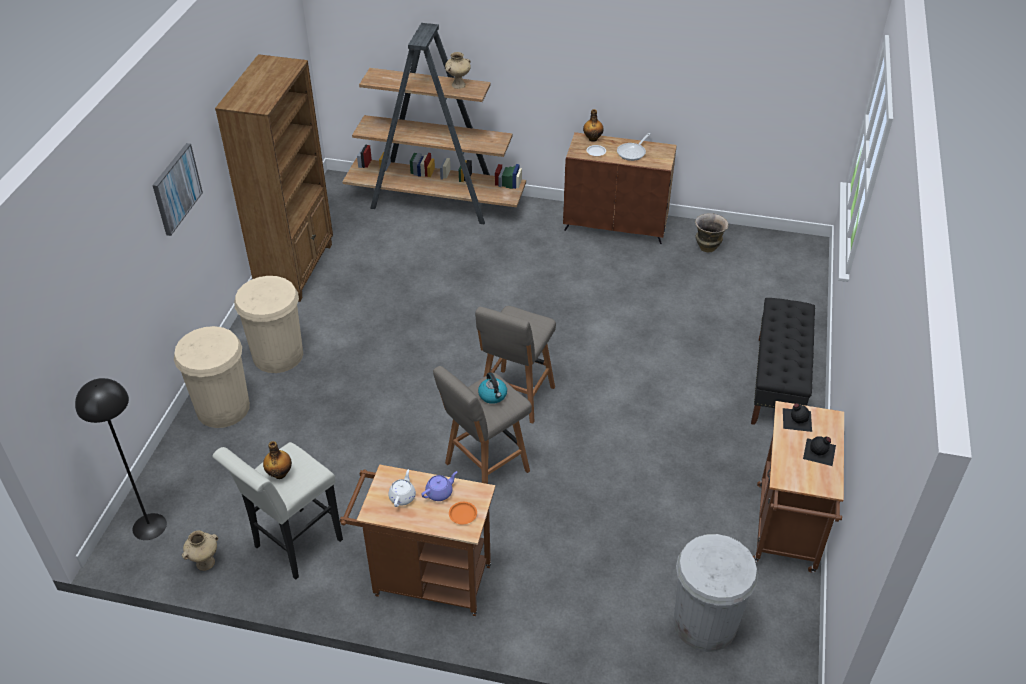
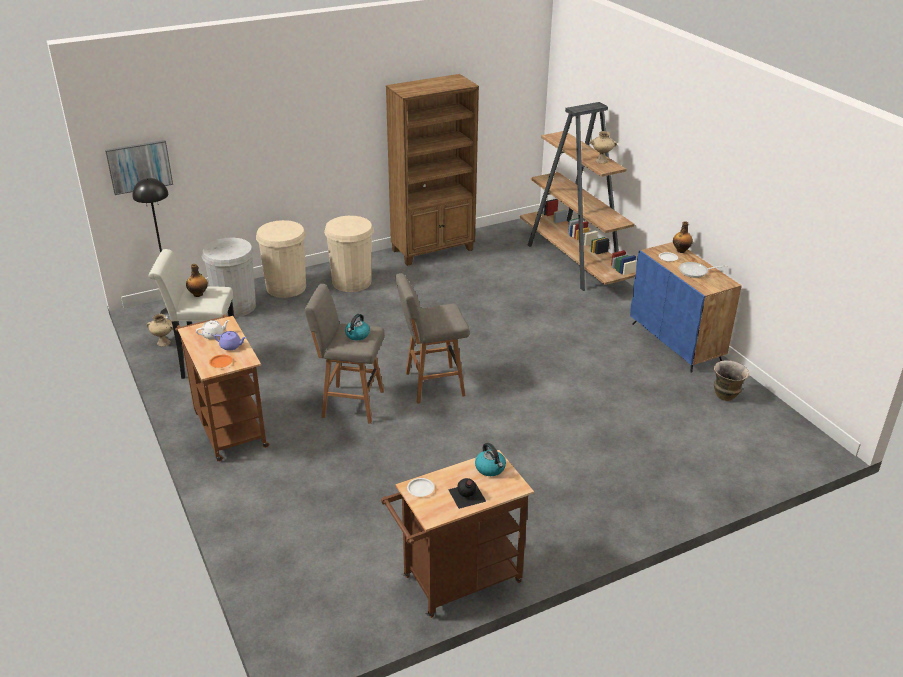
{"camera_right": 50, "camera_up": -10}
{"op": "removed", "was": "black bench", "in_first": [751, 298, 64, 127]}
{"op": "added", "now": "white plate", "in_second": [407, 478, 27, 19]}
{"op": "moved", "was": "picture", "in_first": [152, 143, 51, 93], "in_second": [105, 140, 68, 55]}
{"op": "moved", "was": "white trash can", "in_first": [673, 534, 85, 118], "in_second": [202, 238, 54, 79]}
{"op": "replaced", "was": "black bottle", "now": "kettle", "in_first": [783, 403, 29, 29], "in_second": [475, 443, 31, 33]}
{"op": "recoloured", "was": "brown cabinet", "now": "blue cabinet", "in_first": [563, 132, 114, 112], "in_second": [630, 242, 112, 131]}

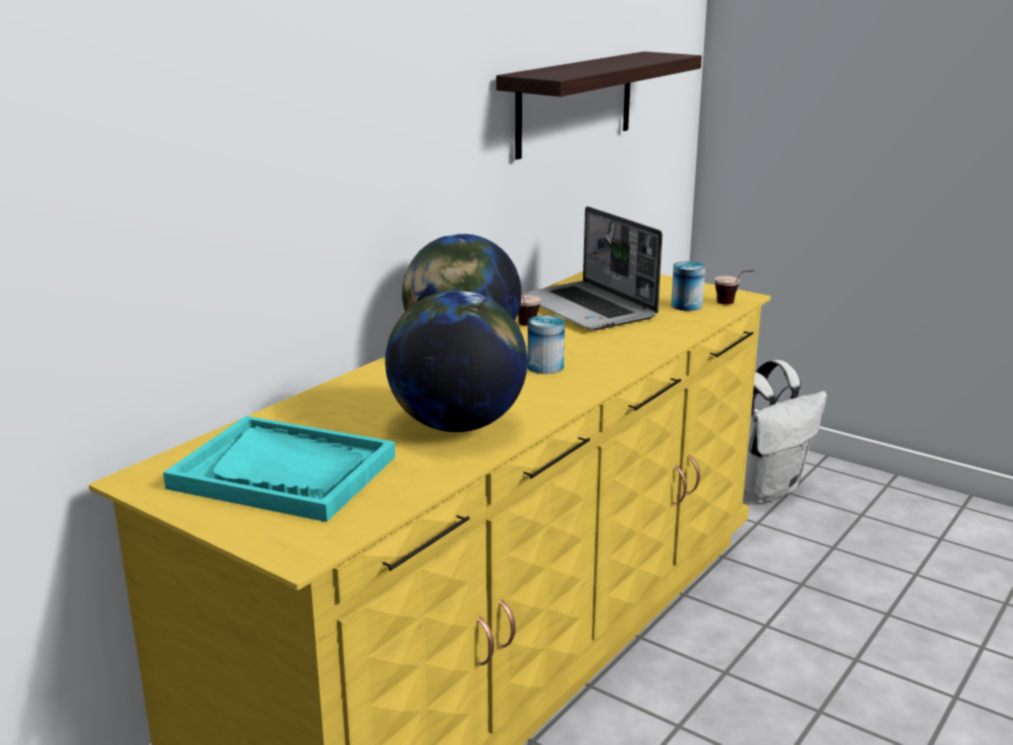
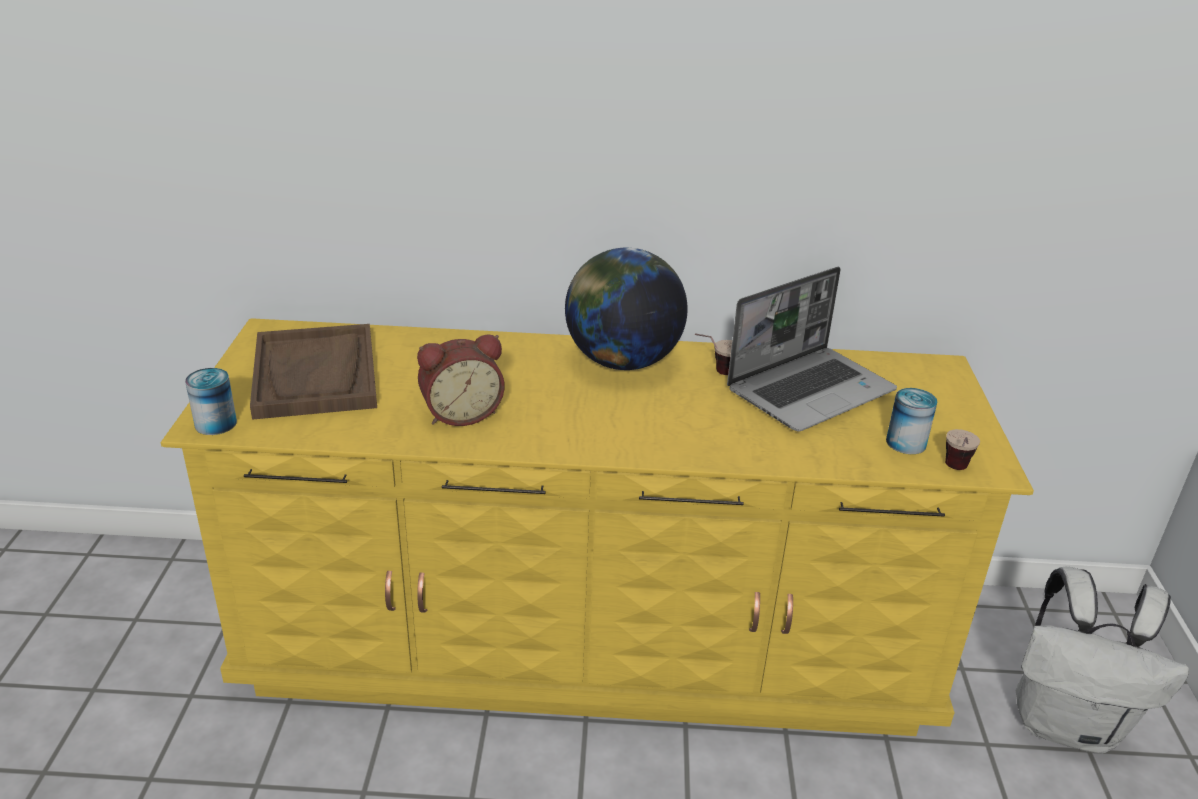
{"camera_right": 55, "camera_up": 10}
{"op": "removed", "was": "shelf", "in_first": [496, 51, 206, 109]}
{"op": "moved", "was": "can", "in_first": [527, 315, 38, 59], "in_second": [185, 368, 52, 67]}
{"op": "replaced", "was": "globe", "now": "alarm clock", "in_first": [385, 290, 143, 142], "in_second": [417, 334, 88, 92]}
{"op": "recoloured", "was": "turquoise tray", "now": "brown tray", "in_first": [163, 416, 232, 106], "in_second": [250, 324, 127, 96]}
{"op": "turned", "was": "laptop", "in_first": [523, 206, 139, 124], "in_second": [727, 267, 170, 164], "clockwise": -150}

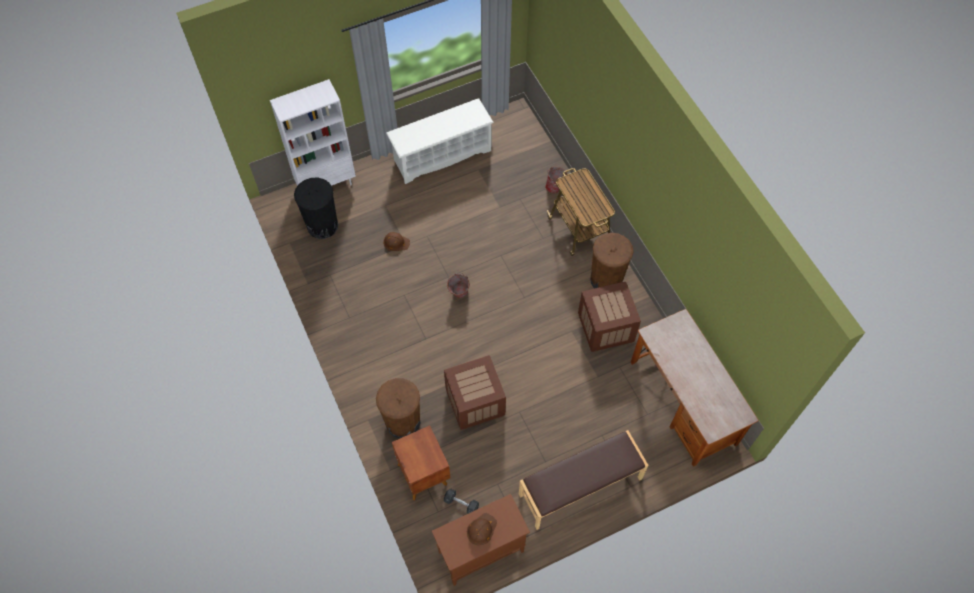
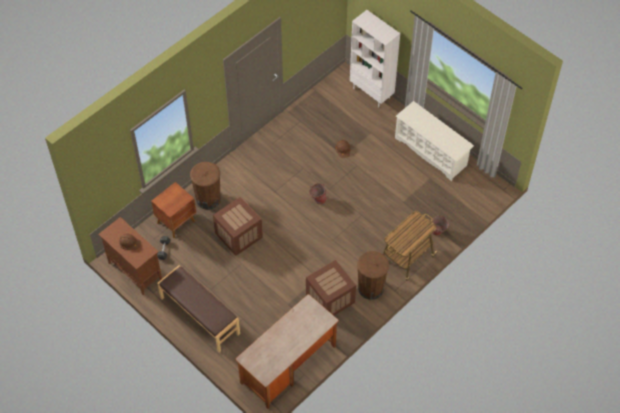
{"camera_right": 70, "camera_up": -5}
{"op": "removed", "was": "black trash can", "in_first": [294, 178, 44, 61]}

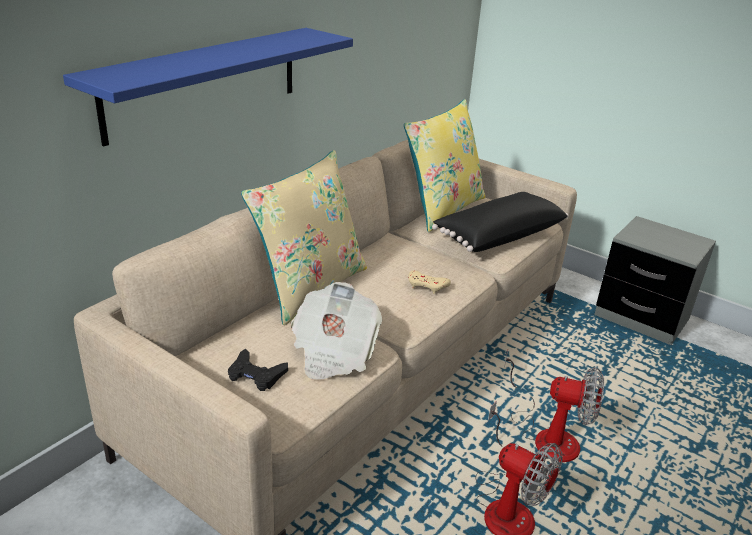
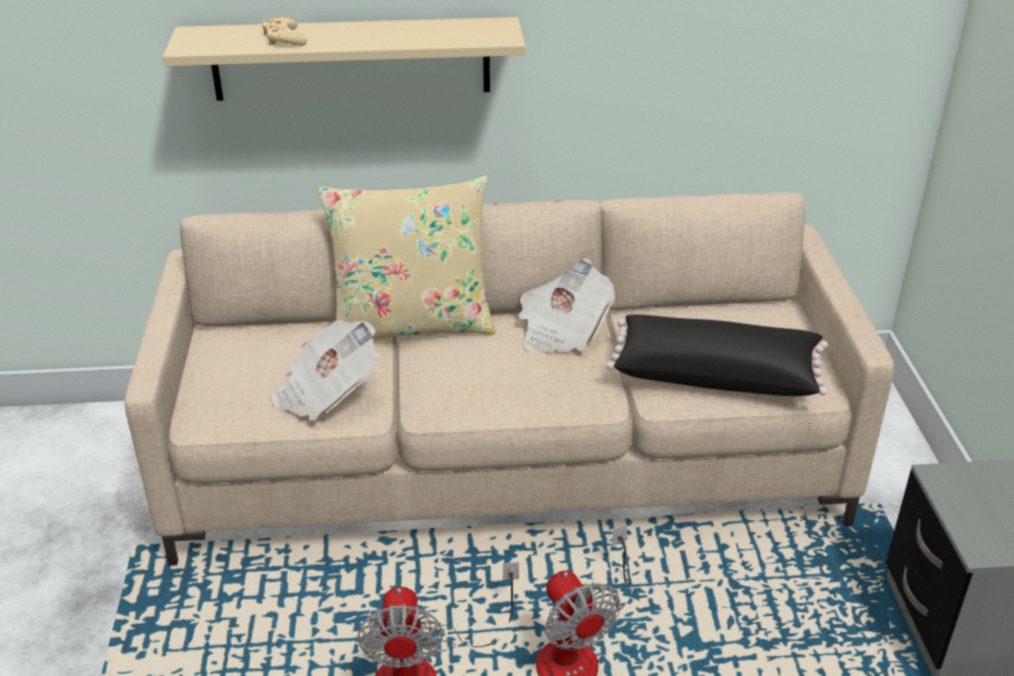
{"camera_right": 50, "camera_up": 5}
{"op": "removed", "was": "black game controller", "in_first": [228, 349, 60, 42]}
{"op": "removed", "was": "yellow pillow", "in_first": [404, 99, 81, 133]}
{"op": "added", "now": "newspaper", "in_second": [519, 258, 96, 95]}
{"op": "moved", "was": "beige game controller", "in_first": [408, 270, 43, 24], "in_second": [262, 17, 45, 29]}
{"op": "recoloured", "was": "blue shelf", "now": "beige shelf", "in_first": [63, 28, 290, 119], "in_second": [163, 17, 363, 84]}

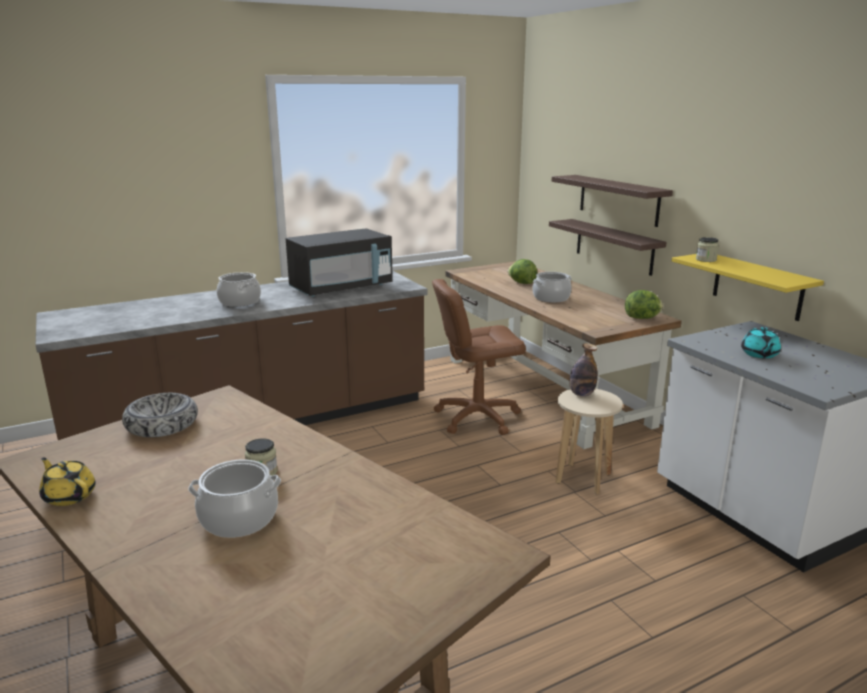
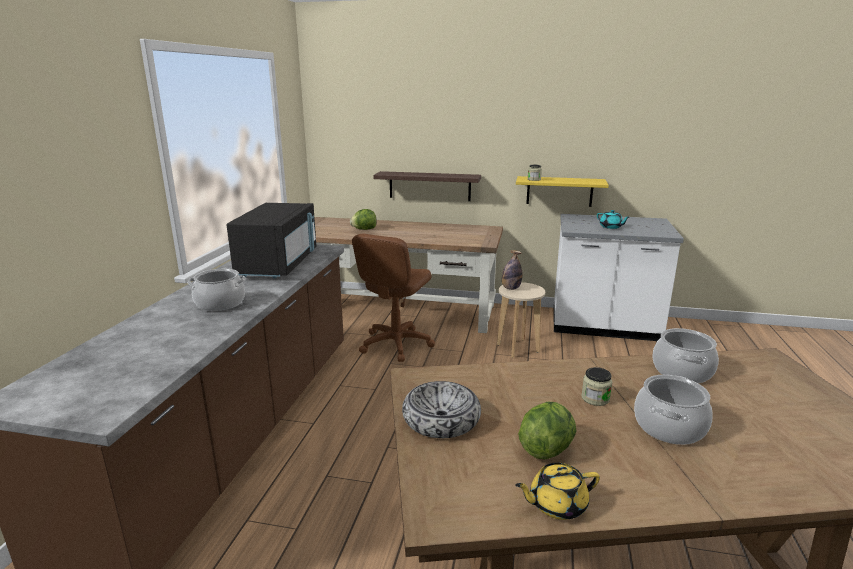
{"camera_right": -50, "camera_up": 0}
{"op": "removed", "was": "shelf", "in_first": [552, 175, 121, 52]}
{"op": "moved", "was": "cooking pot", "in_first": [533, 272, 39, 31], "in_second": [653, 328, 66, 55]}
{"op": "moved", "was": "lettuce", "in_first": [625, 290, 38, 29], "in_second": [518, 402, 59, 58]}

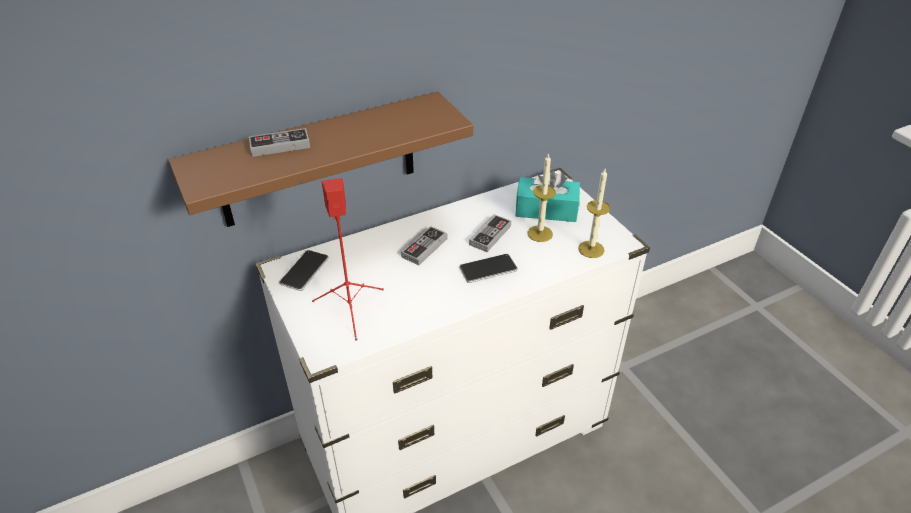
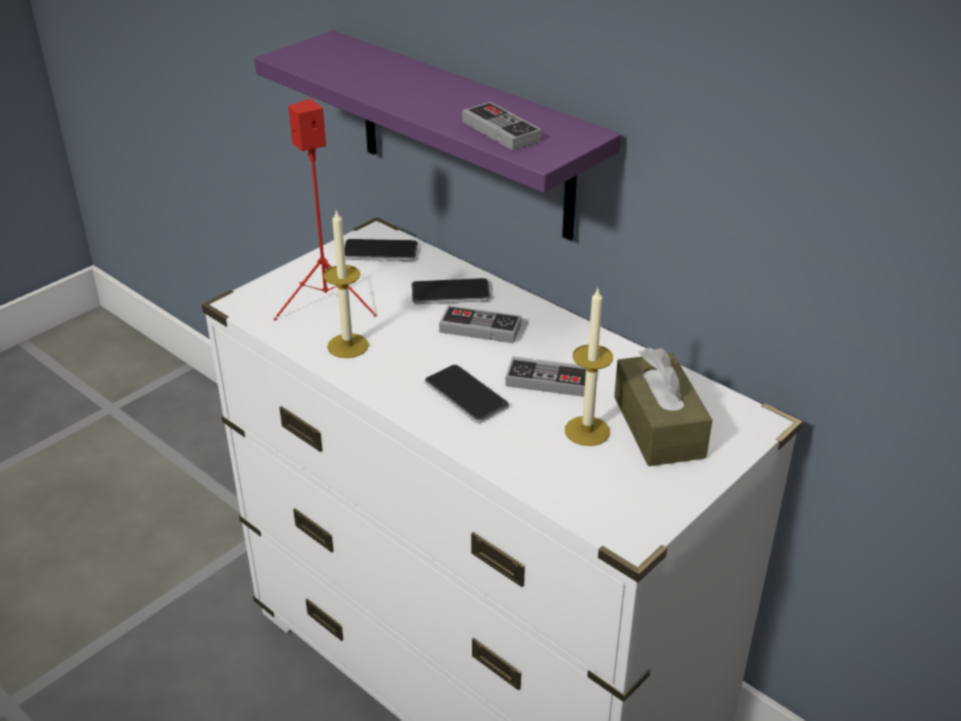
{"camera_right": 70, "camera_up": -5}
{"op": "added", "now": "phone", "in_second": [411, 278, 80, 26]}
{"op": "moved", "was": "game controller", "in_first": [249, 128, 61, 29], "in_second": [462, 102, 80, 49]}
{"op": "moved", "was": "candle", "in_first": [578, 169, 32, 89], "in_second": [323, 210, 46, 148]}
{"op": "recoloured", "was": "brown shelf", "now": "purple shelf", "in_first": [168, 92, 305, 135], "in_second": [254, 30, 367, 211]}
{"op": "recoloured", "was": "turquoise tissue box", "now": "brown tissue box", "in_first": [516, 168, 64, 54], "in_second": [614, 348, 98, 118]}

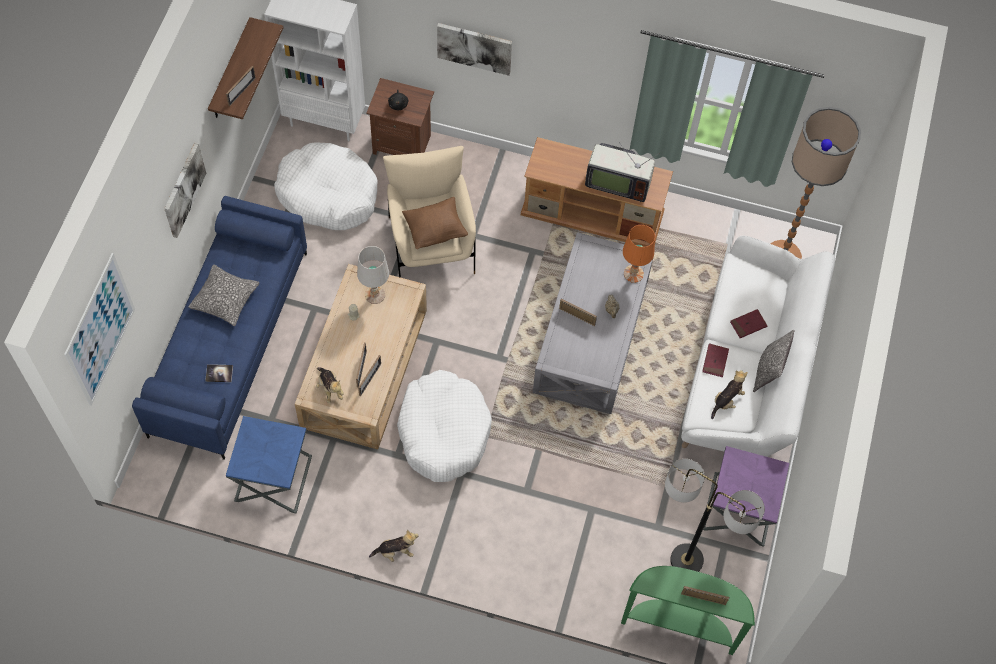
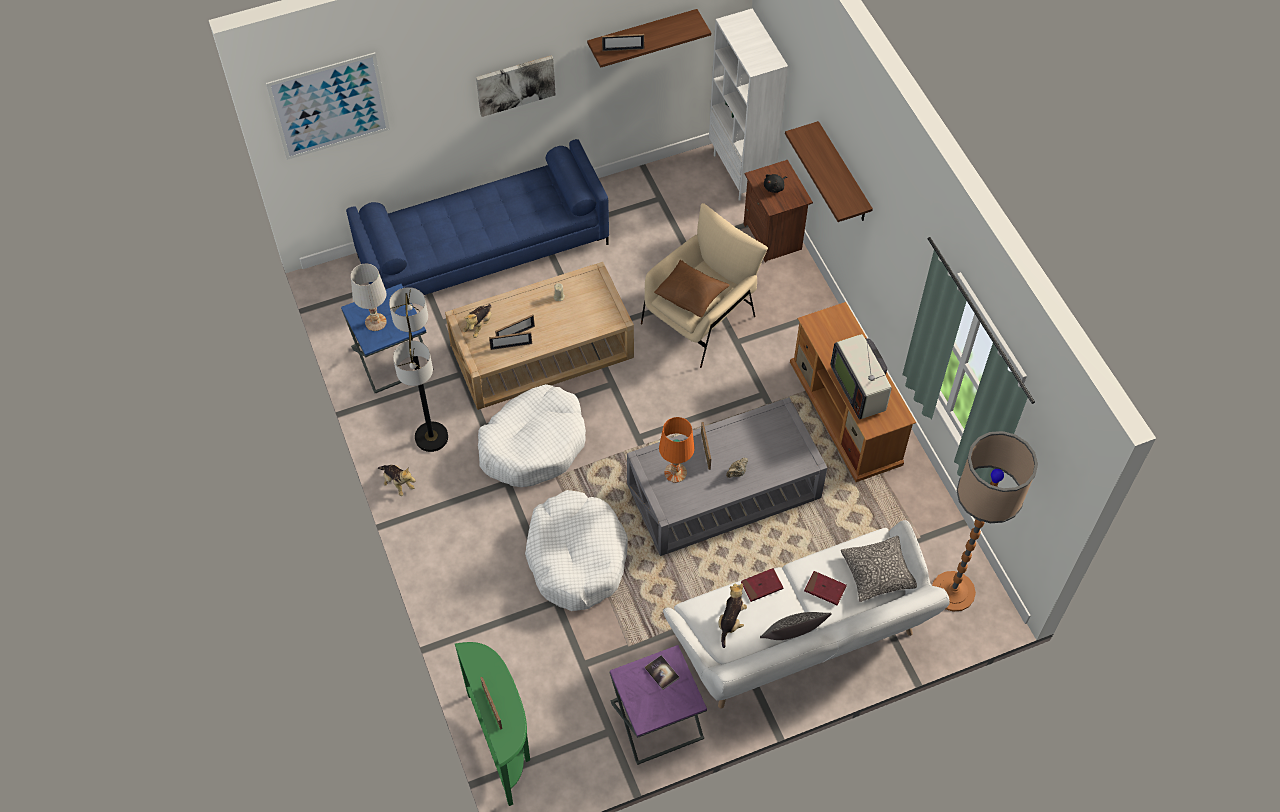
{"camera_right": 55, "camera_up": -5}
{"op": "moved", "was": "pillow", "in_first": [188, 265, 71, 61], "in_second": [841, 536, 76, 66]}
{"op": "moved", "was": "book", "in_first": [205, 364, 28, 18], "in_second": [645, 655, 35, 35]}
{"op": "moved", "was": "white dog bed", "in_first": [274, 142, 103, 88], "in_second": [525, 490, 103, 121]}
{"op": "moved", "was": "white table lamp", "in_first": [357, 246, 32, 58], "in_second": [351, 264, 36, 67]}
{"op": "moved", "was": "orange table lamp", "in_first": [623, 225, 32, 58], "in_second": [659, 417, 35, 66]}
{"op": "moved", "was": "floor lamp", "in_first": [665, 459, 100, 113], "in_second": [389, 287, 59, 165]}
{"op": "replaced", "was": "picture", "now": "shelf", "in_first": [437, 23, 75, 53], "in_second": [785, 121, 88, 101]}
{"op": "turned", "was": "plush toy", "in_first": [711, 370, 37, 49], "in_second": [718, 583, 29, 65], "clockwise": -75}

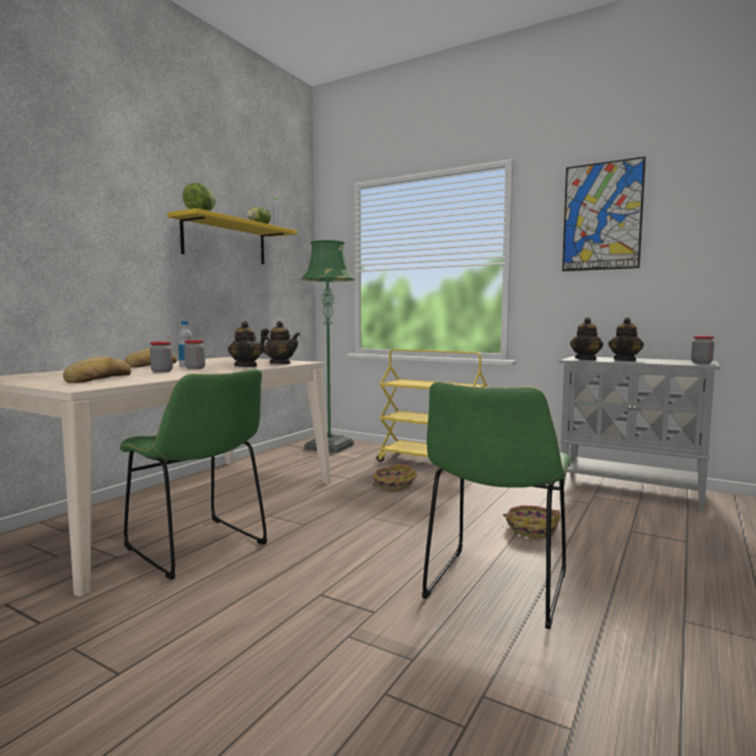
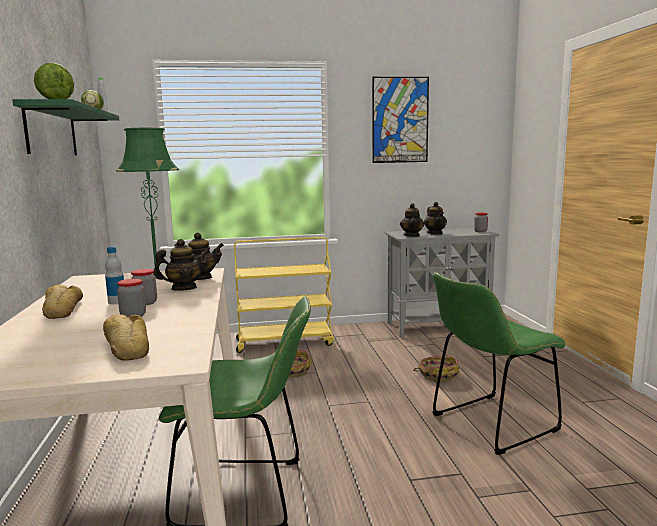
{"camera_right": -40, "camera_up": 5}
{"op": "recoloured", "was": "yellow shelf", "now": "green shelf", "in_first": [167, 208, 130, 56], "in_second": [13, 99, 106, 56]}
{"op": "turned", "was": "teapot", "in_first": [228, 321, 35, 46], "in_second": [153, 239, 56, 52], "clockwise": -60}
{"op": "turned", "was": "green chair", "in_first": [422, 382, 150, 247], "in_second": [432, 273, 134, 182], "clockwise": 75}

